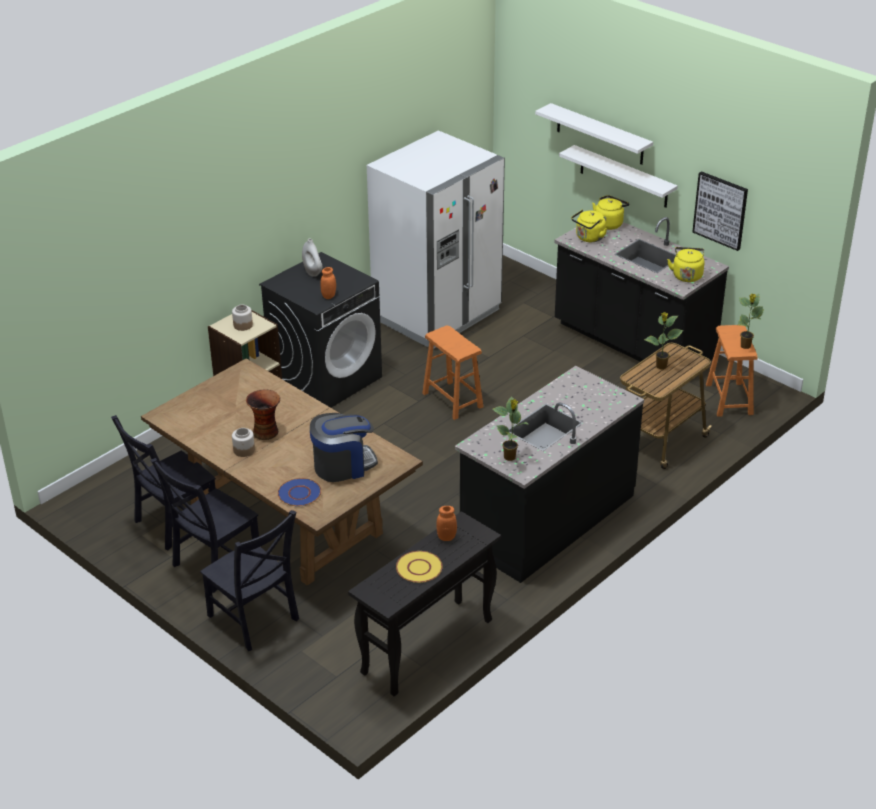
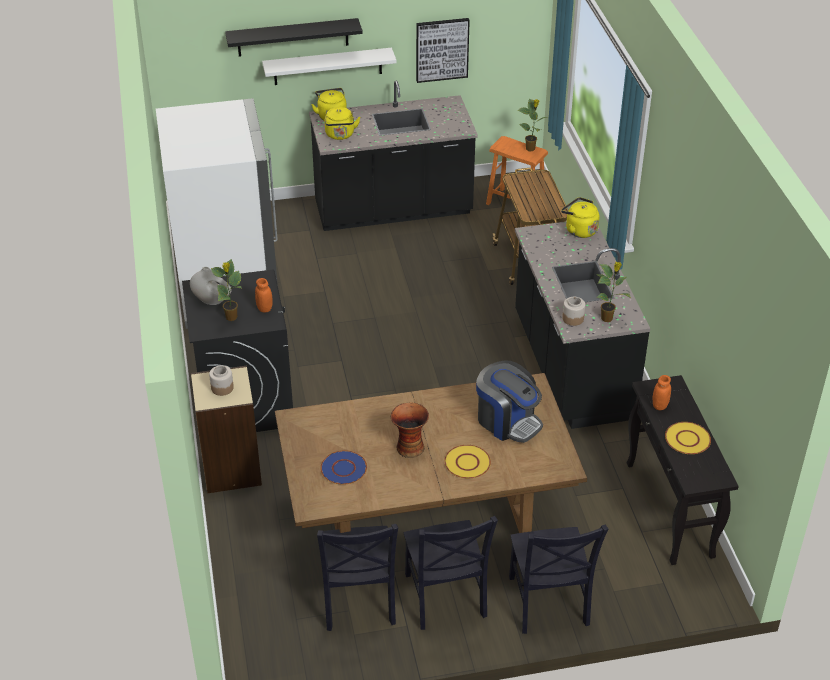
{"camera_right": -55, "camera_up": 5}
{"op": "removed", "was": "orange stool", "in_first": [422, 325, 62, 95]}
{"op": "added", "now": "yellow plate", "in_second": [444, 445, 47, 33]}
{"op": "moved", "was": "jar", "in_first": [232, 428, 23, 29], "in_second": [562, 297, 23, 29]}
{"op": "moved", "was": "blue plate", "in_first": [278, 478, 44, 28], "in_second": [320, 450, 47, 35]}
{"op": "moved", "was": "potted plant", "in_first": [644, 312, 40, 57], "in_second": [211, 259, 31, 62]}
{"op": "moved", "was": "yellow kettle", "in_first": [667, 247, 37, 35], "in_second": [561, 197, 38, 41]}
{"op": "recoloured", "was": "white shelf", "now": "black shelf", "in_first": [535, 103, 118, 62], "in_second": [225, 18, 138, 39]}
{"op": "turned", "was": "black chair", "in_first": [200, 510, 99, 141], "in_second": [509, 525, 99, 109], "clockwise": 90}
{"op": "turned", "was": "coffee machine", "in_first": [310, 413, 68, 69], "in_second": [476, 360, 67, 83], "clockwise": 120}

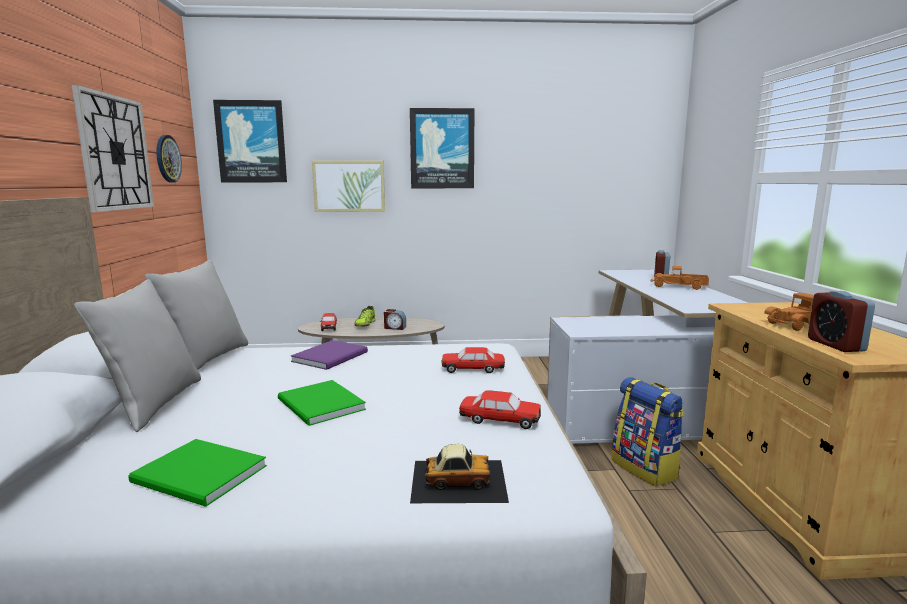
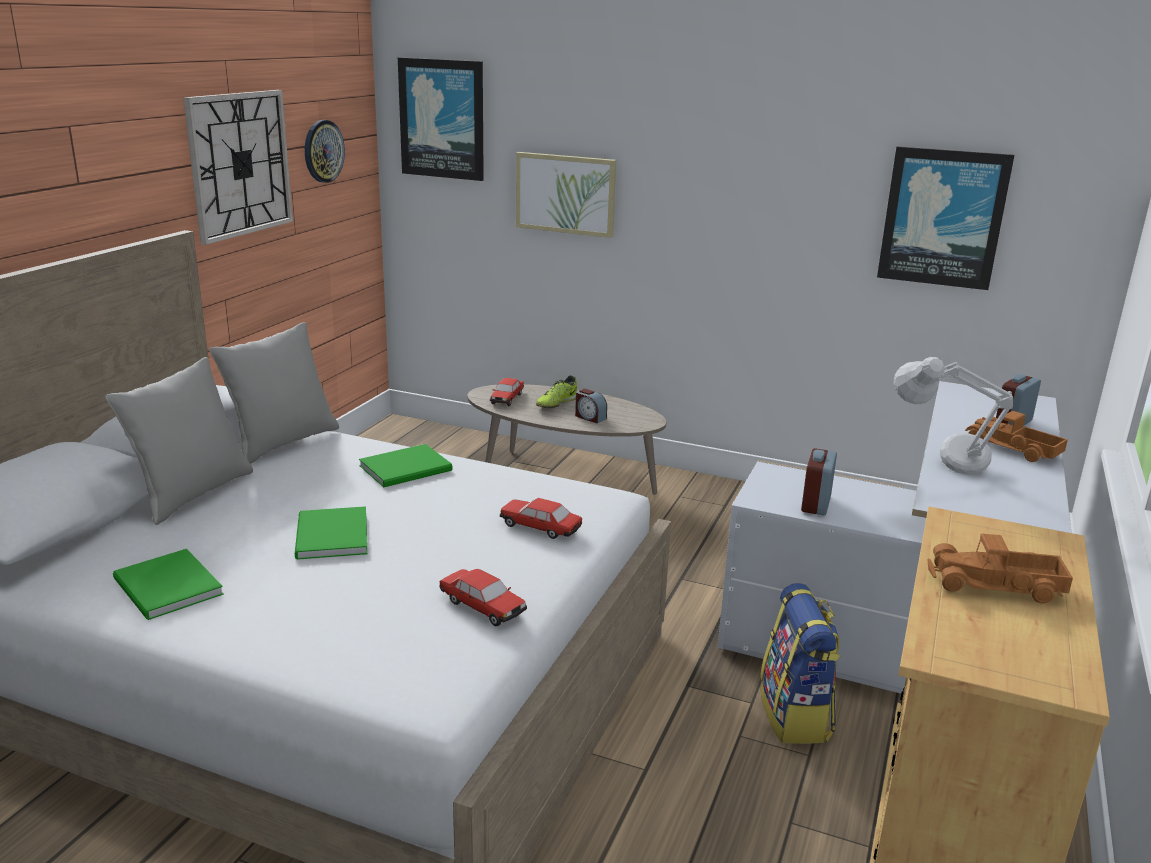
{"camera_right": 25, "camera_up": 10}
{"op": "removed", "was": "toy car", "in_first": [410, 444, 99, 59]}
{"op": "added", "now": "grey table lamp", "in_second": [893, 357, 120, 118]}
{"op": "moved", "was": "picture", "in_first": [410, 108, 64, 80], "in_second": [877, 147, 137, 143]}
{"op": "moved", "was": "alarm clock", "in_first": [808, 291, 67, 61], "in_second": [801, 448, 36, 67]}
{"op": "recoloured", "was": "purple book", "now": "green book", "in_first": [291, 340, 77, 30], "in_second": [359, 444, 93, 43]}

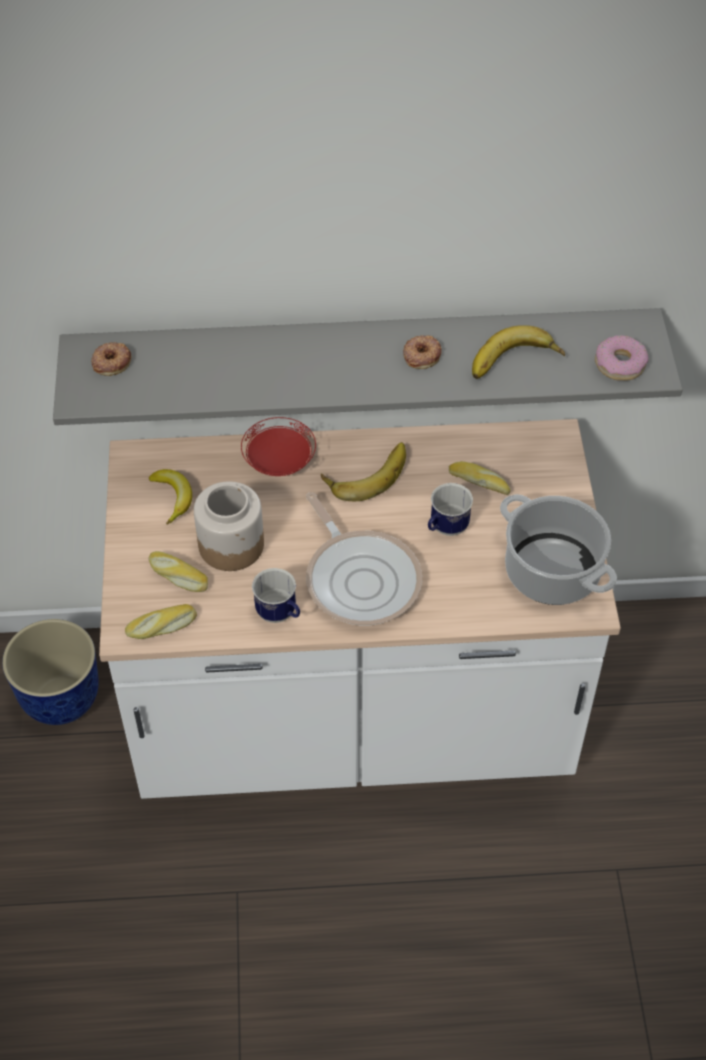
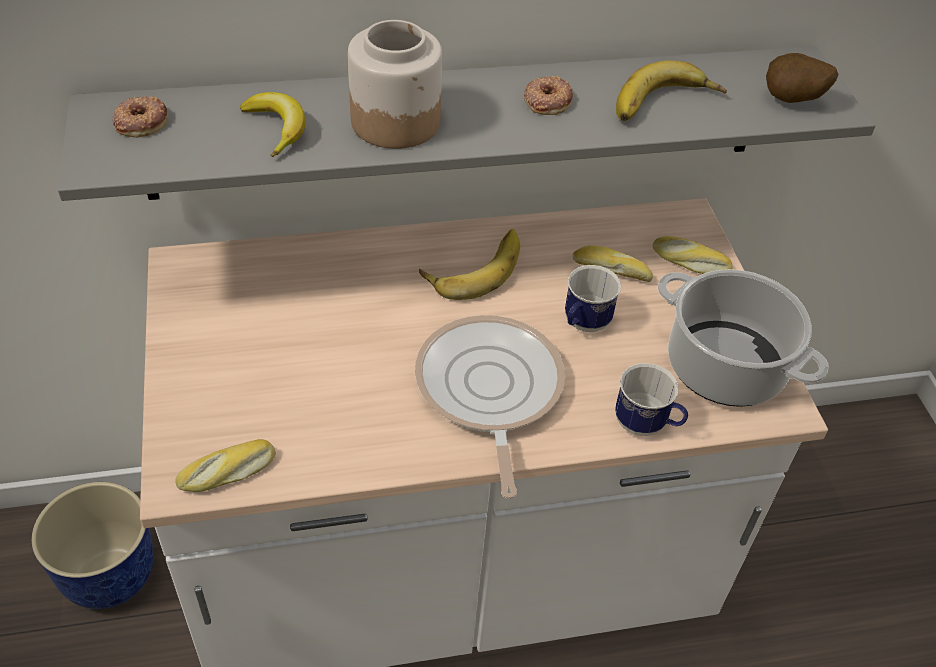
{"camera_right": -10, "camera_up": -5}
{"op": "removed", "was": "red plate", "in_first": [241, 417, 75, 59]}
{"op": "moved", "was": "bread", "in_first": [148, 551, 60, 41], "in_second": [653, 236, 79, 38]}
{"op": "moved", "was": "banana", "in_first": [149, 469, 43, 56], "in_second": [240, 92, 66, 65]}
{"op": "moved", "was": "jar", "in_first": [194, 481, 70, 90], "in_second": [348, 20, 94, 129]}
{"op": "moved", "was": "mug", "in_first": [252, 568, 48, 55], "in_second": [615, 363, 73, 73]}
{"op": "replaced", "was": "donut", "now": "potato", "in_first": [595, 335, 53, 46], "in_second": [766, 53, 73, 50]}
{"op": "turned", "was": "frying pan", "in_first": [306, 492, 116, 133], "in_second": [415, 315, 150, 184], "clockwise": -150}

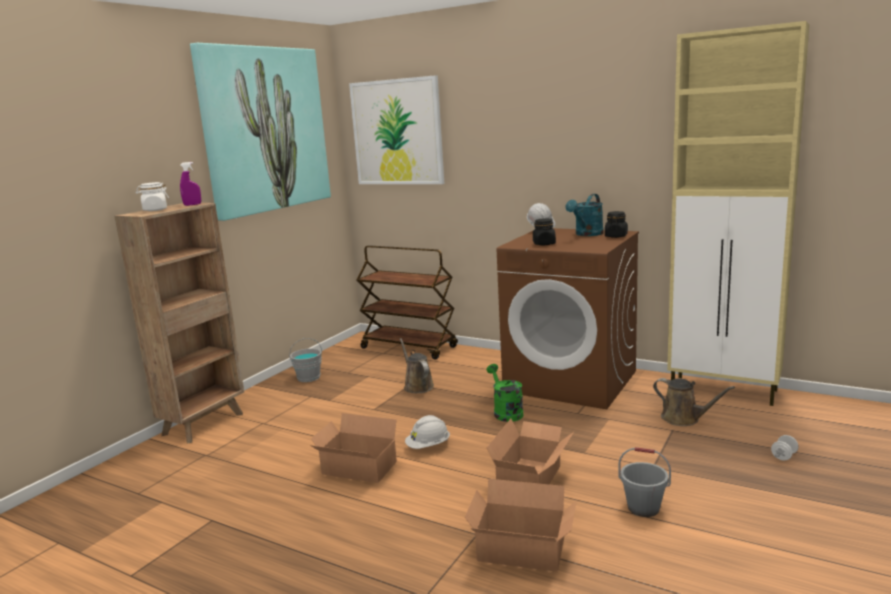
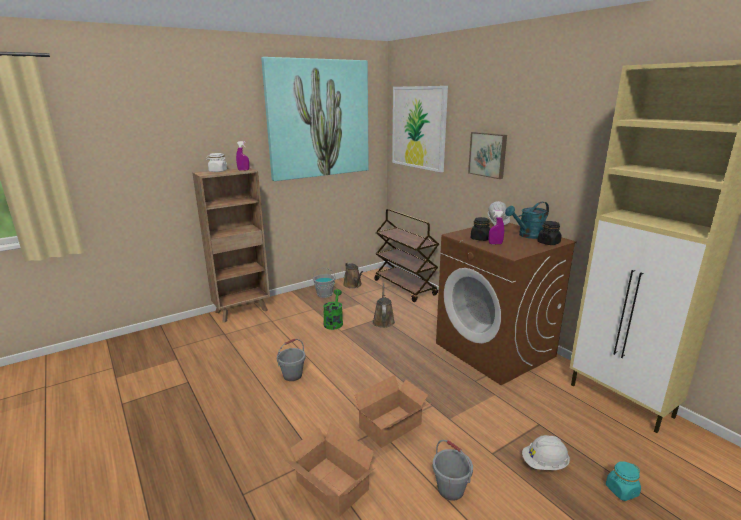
{"camera_right": 25, "camera_up": 5}
{"op": "added", "now": "picture", "in_second": [468, 132, 39, 47]}
{"op": "added", "now": "purple spray bottle", "in_second": [489, 210, 15, 34]}
{"op": "moved", "was": "white hard hat", "in_first": [405, 415, 45, 34], "in_second": [522, 435, 48, 35]}
{"op": "moved", "was": "green watering can", "in_first": [486, 364, 37, 58], "in_second": [323, 289, 20, 41]}
{"op": "moved", "was": "brown watering can", "in_first": [653, 378, 82, 48], "in_second": [343, 262, 20, 26]}
{"op": "replaced", "was": "cardboard box", "now": "grey bucket", "in_first": [310, 413, 90, 70], "in_second": [277, 339, 29, 42]}
{"op": "replaced", "was": "white dumbbell", "now": "turquoise jar", "in_first": [771, 435, 27, 26], "in_second": [606, 461, 35, 40]}

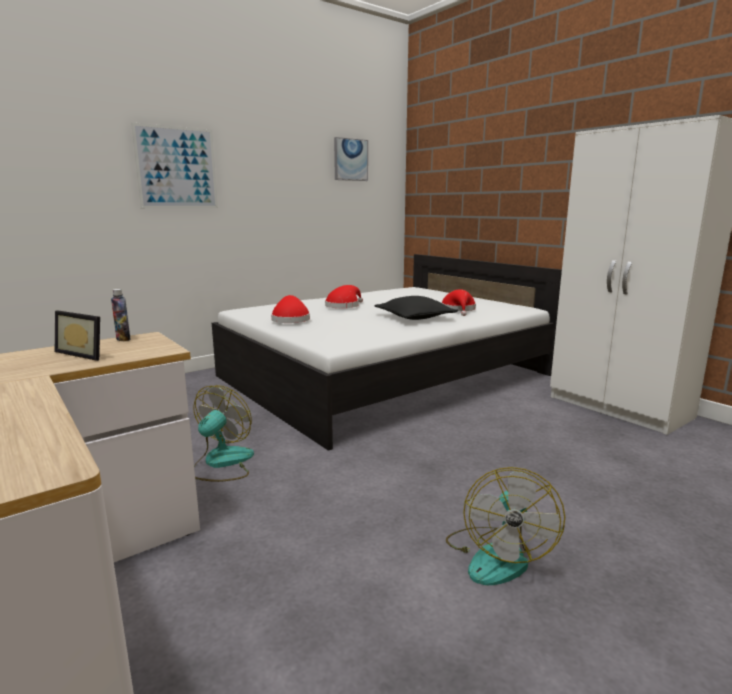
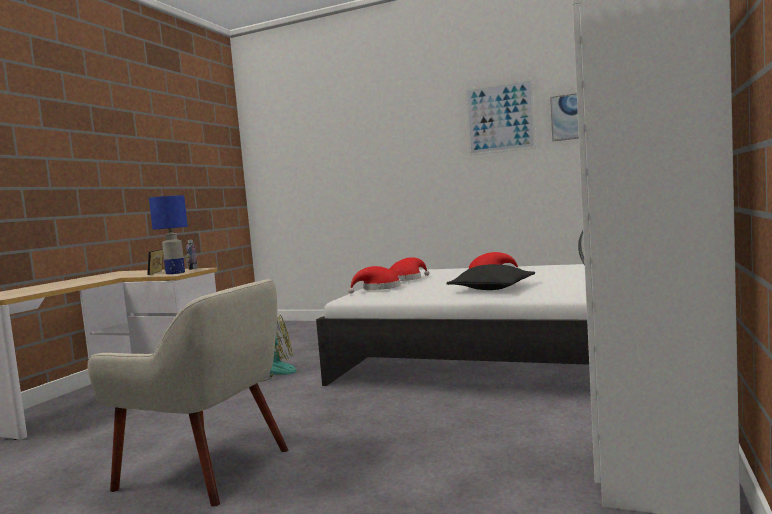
{"camera_right": 60, "camera_up": -10}
{"op": "added", "now": "blue table lamp", "in_second": [149, 195, 39, 79]}
{"op": "moved", "was": "picture", "in_first": [131, 122, 87, 86], "in_second": [465, 79, 71, 77]}
{"op": "moved", "was": "red hat", "in_first": [441, 289, 35, 27], "in_second": [348, 266, 53, 28]}
{"op": "replaced", "was": "fan", "now": "beige armchair", "in_first": [446, 467, 119, 118], "in_second": [87, 279, 201, 228]}

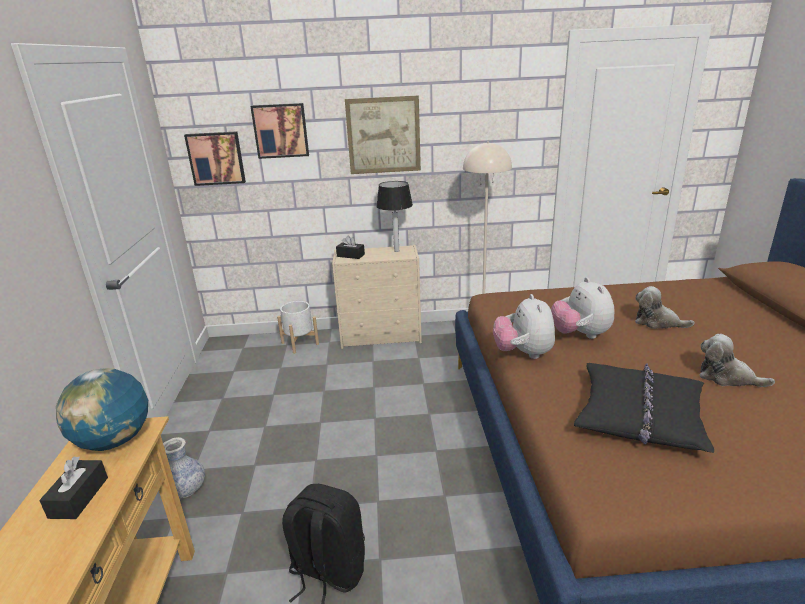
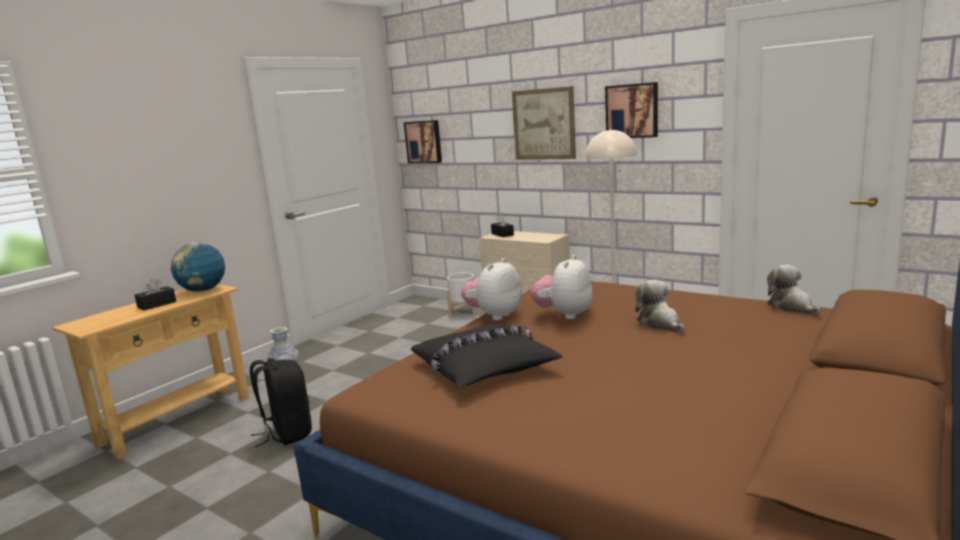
{"camera_right": 40, "camera_up": -10}
{"op": "removed", "was": "table lamp", "in_first": [376, 181, 37, 71]}
{"op": "moved", "was": "picture", "in_first": [250, 103, 59, 56], "in_second": [605, 82, 53, 56]}
{"op": "moved", "was": "plush toy", "in_first": [699, 334, 76, 53], "in_second": [767, 265, 54, 51]}

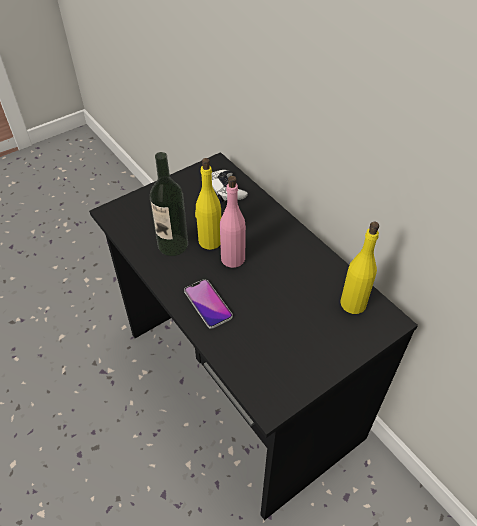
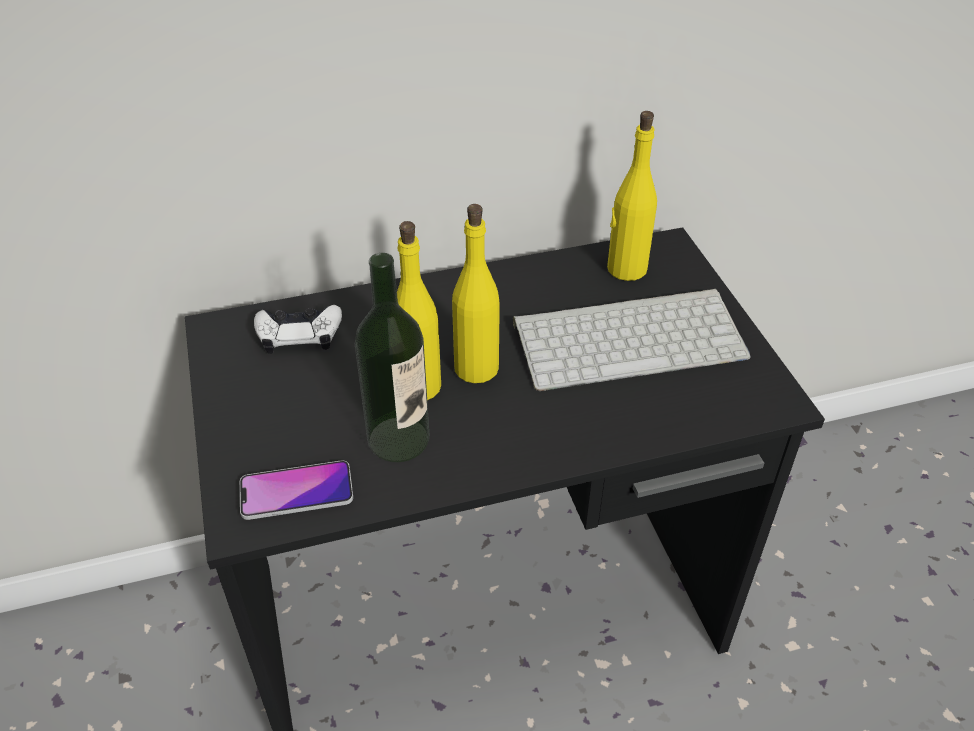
{"camera_right": -70, "camera_up": -5}
{"op": "added", "now": "keyboard", "in_second": [513, 289, 238, 102]}
{"op": "moved", "was": "phone", "in_first": [184, 279, 49, 50], "in_second": [240, 460, 113, 60]}
{"op": "recoloured", "was": "pink bottle", "now": "yellow bottle", "in_first": [220, 176, 26, 92], "in_second": [452, 204, 48, 179]}

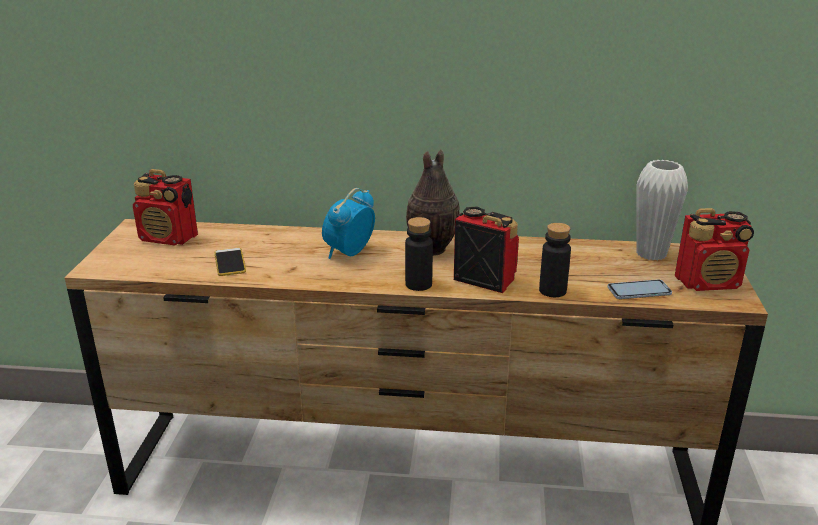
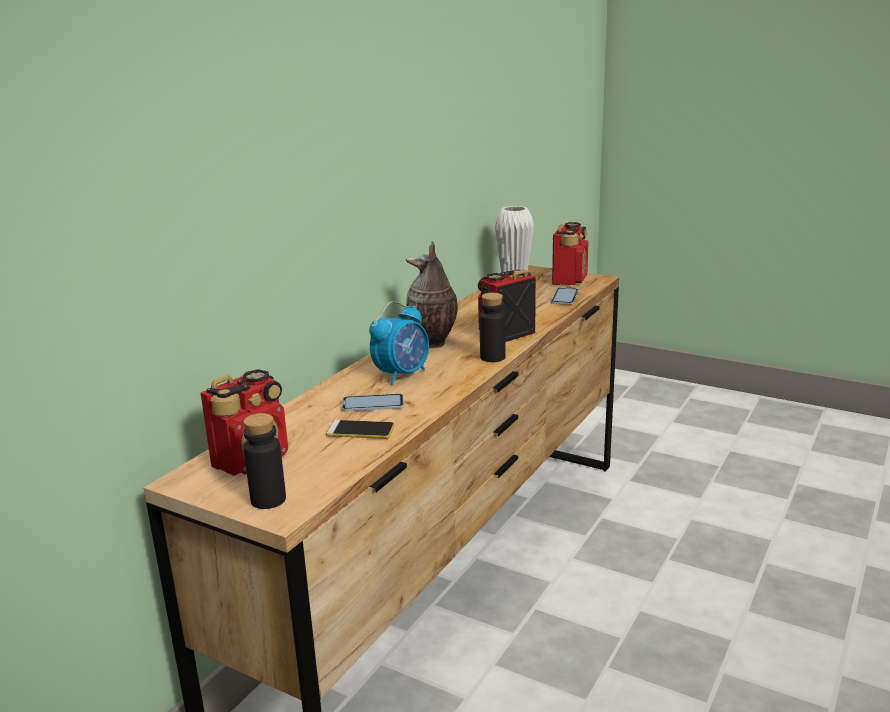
{"camera_right": -65, "camera_up": -5}
{"op": "added", "now": "phone", "in_second": [342, 394, 62, 17]}
{"op": "moved", "was": "black bottle", "in_first": [539, 223, 32, 74], "in_second": [243, 413, 43, 96]}
{"op": "turned", "was": "alarm clock", "in_first": [322, 188, 53, 71], "in_second": [369, 301, 60, 84], "clockwise": -105}

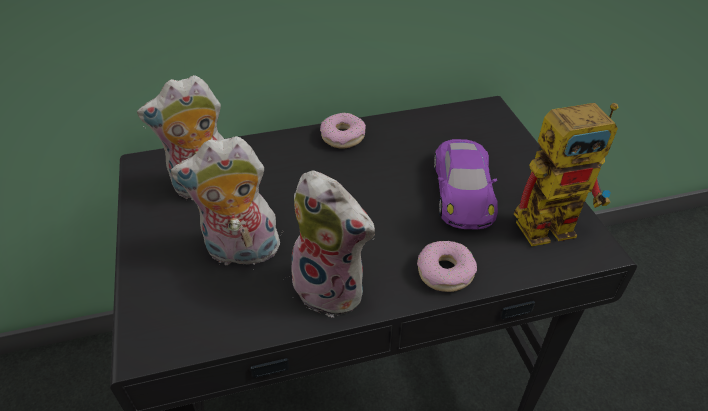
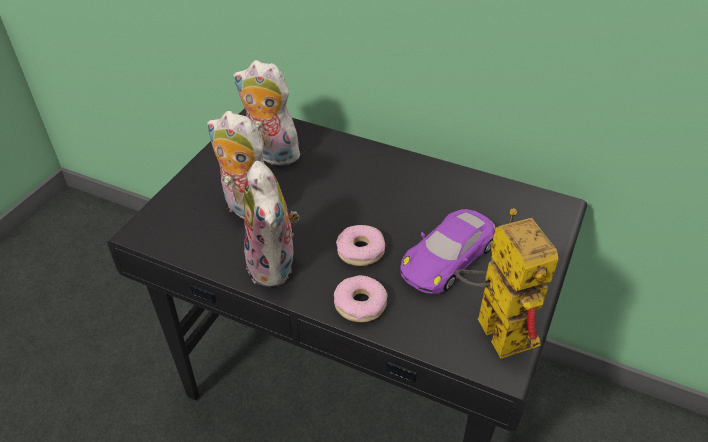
{"camera_right": 40, "camera_up": 0}
{"op": "moved", "was": "donut", "in_first": [320, 113, 46, 36], "in_second": [336, 225, 49, 41]}
{"op": "turned", "was": "toy robot", "in_first": [514, 103, 104, 143], "in_second": [456, 208, 102, 151], "clockwise": -135}

